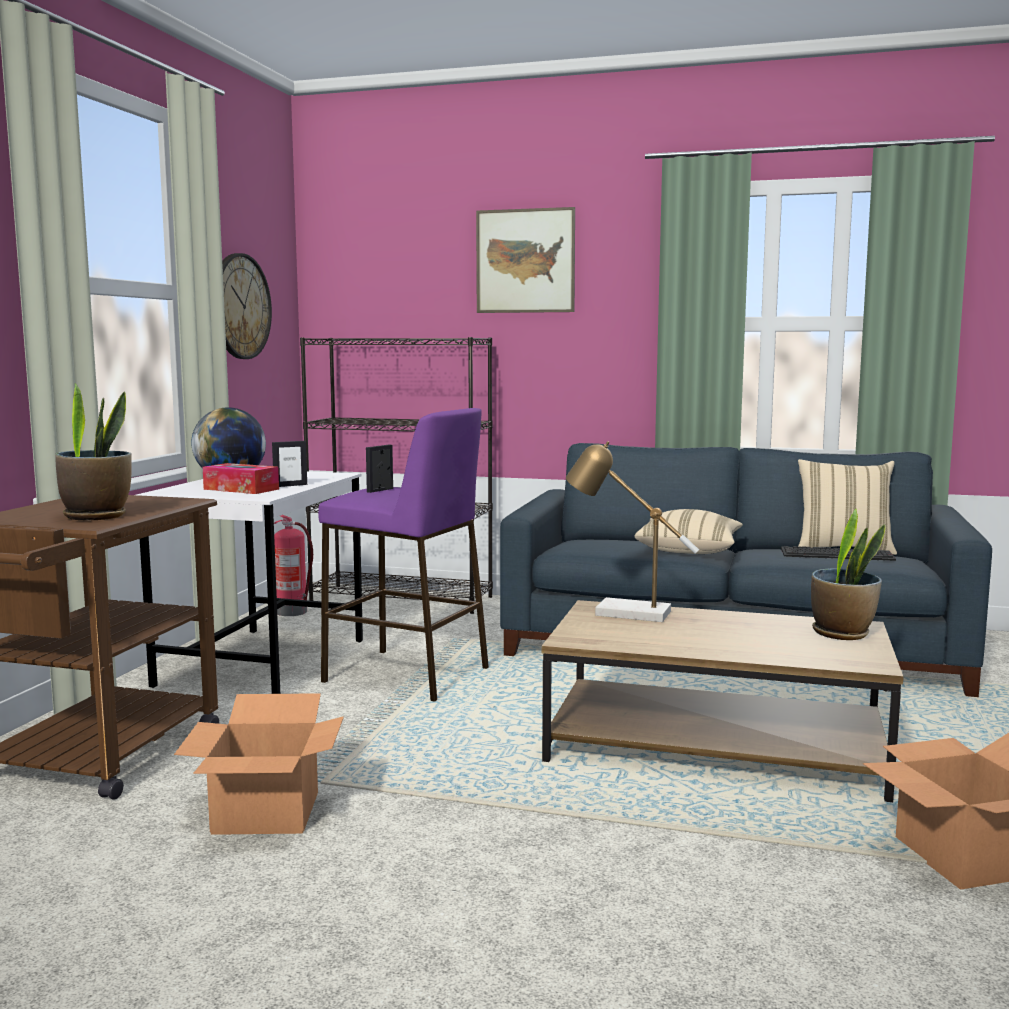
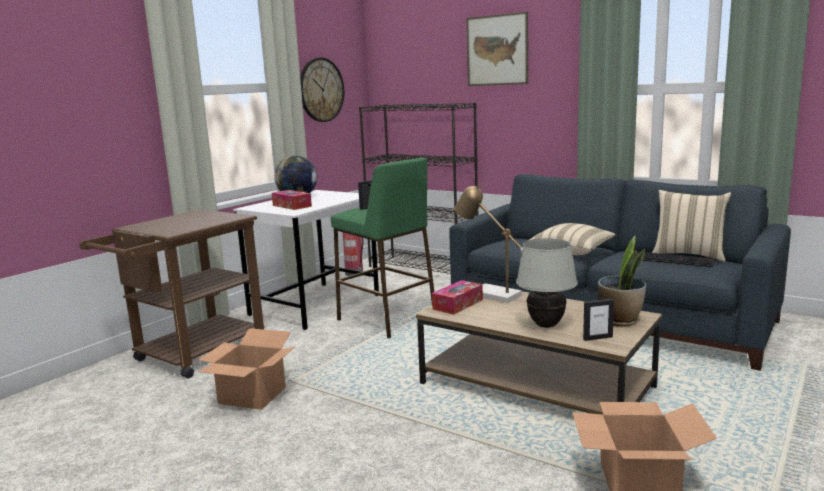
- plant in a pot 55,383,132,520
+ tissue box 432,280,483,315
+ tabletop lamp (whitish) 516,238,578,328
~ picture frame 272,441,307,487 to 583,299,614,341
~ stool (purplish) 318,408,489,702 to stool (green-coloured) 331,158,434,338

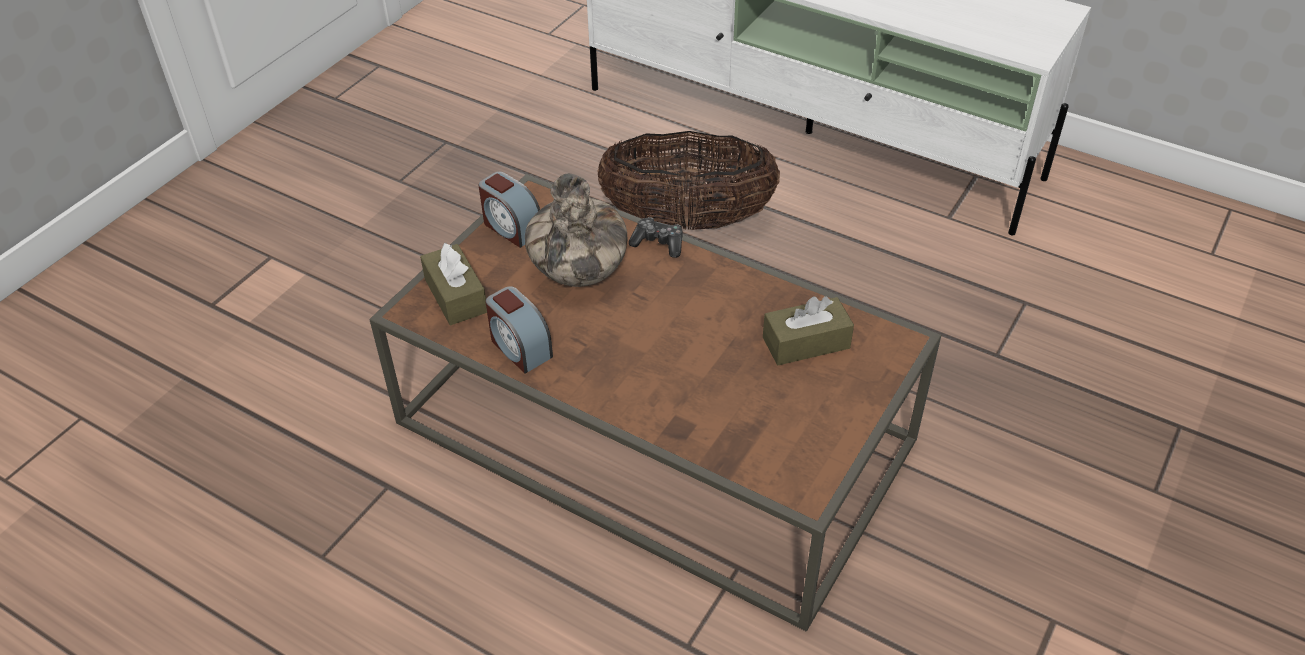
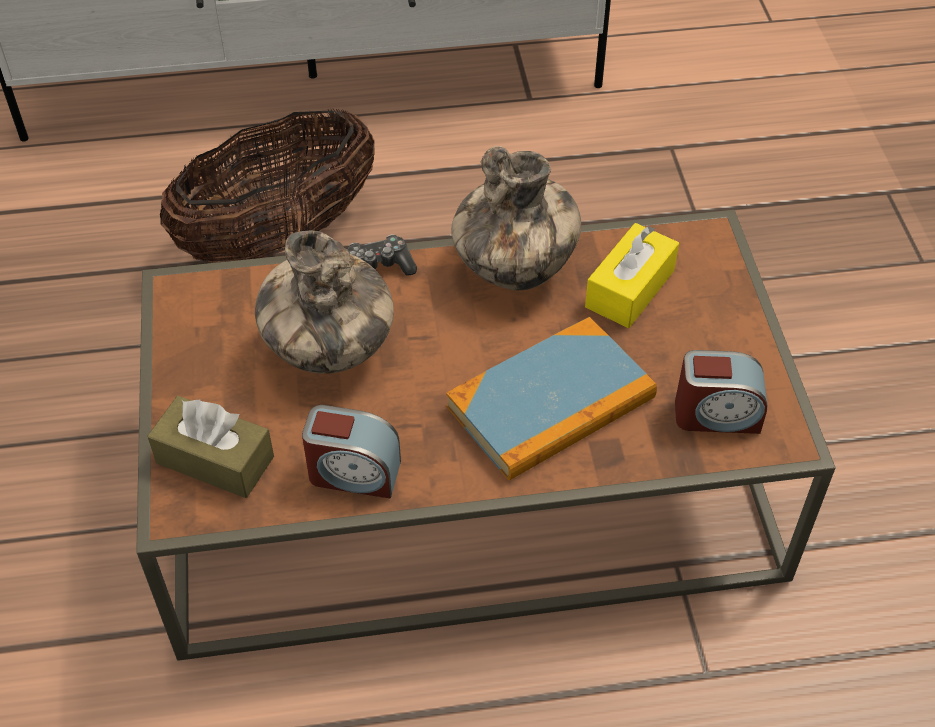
+ book 446,317,657,481
+ decorative vase 451,146,581,290
~ alarm clock 479,172,540,248 to 675,350,767,434
~ tissue box (brown-coloured) 763,296,854,365 to tissue box (yellow-coloured) 585,223,679,328

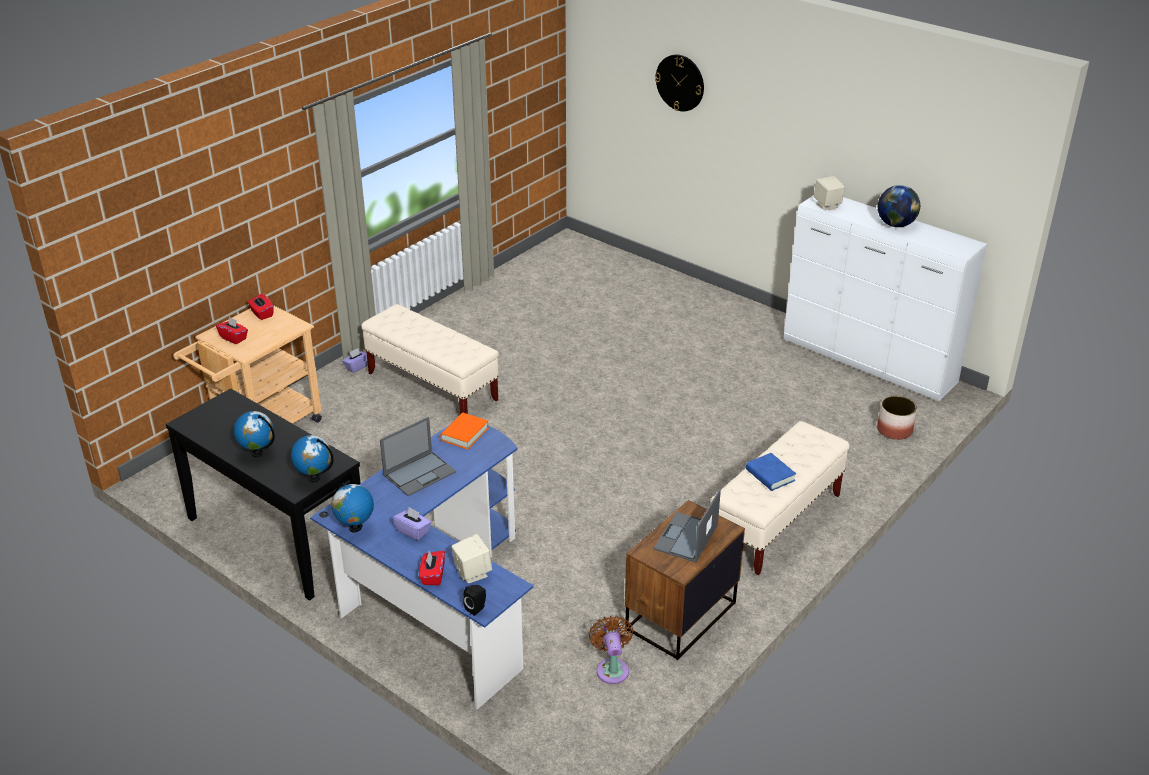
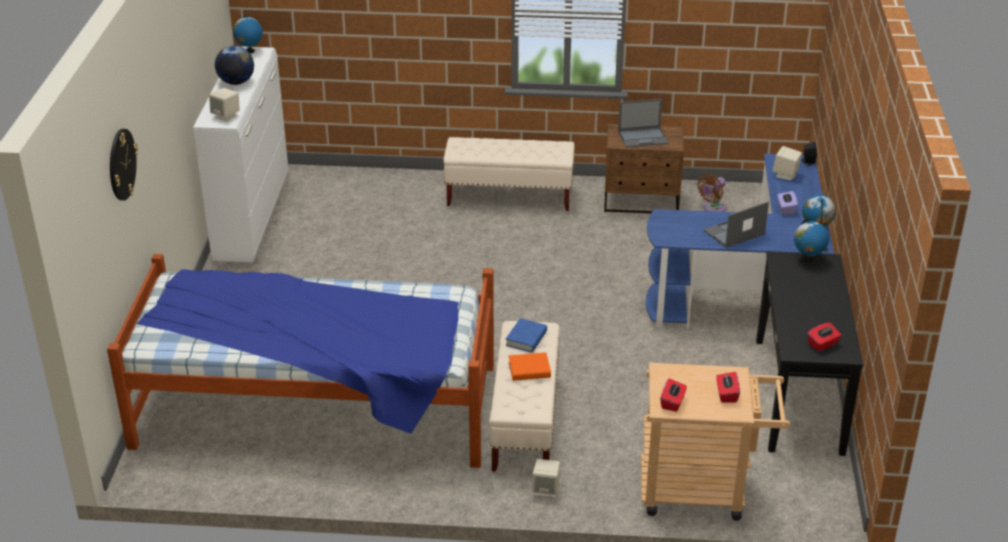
- planter 877,396,917,440
+ bedroom bed 107,254,494,468
~ world globe 234,411,275,457 to 233,15,263,54
~ tissue box (red) 419,550,445,585 to 807,323,841,351
~ book (orangey) 440,413,489,449 to 509,352,551,381
~ book (blue-coloured) 746,453,796,491 to 506,318,547,353
~ tissue box (purplish) 342,348,368,373 to speaker (sand-coloured) 532,459,560,498
~ notebook computer 380,417,456,496 = 704,202,769,248 45 degrees counterclockwise

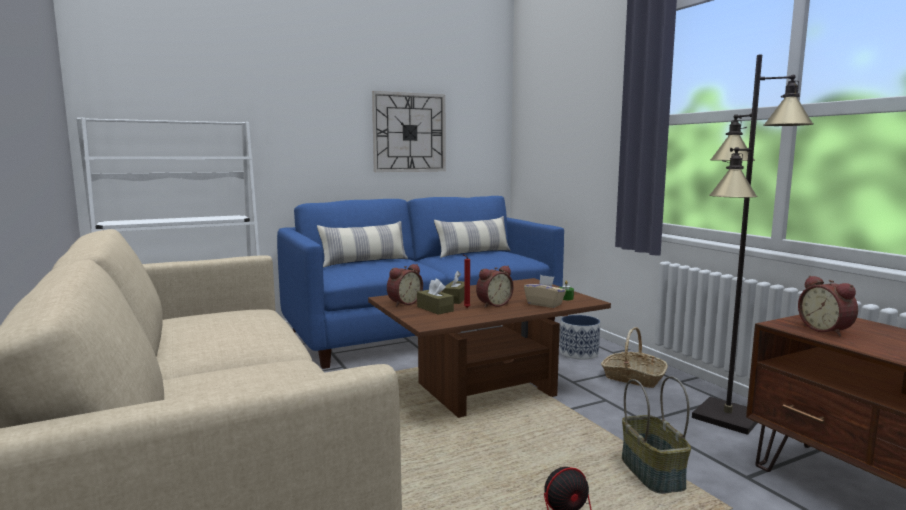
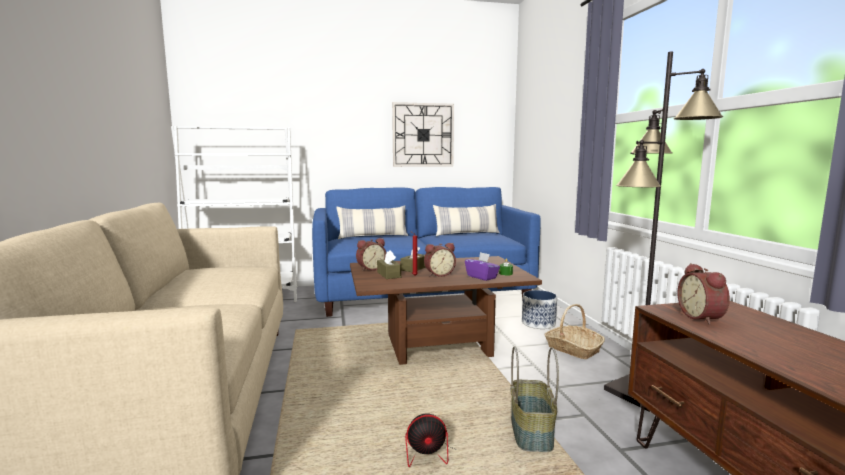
~ tissue box (sand-coloured) 524,275,566,308 to tissue box (purplish) 465,252,500,281

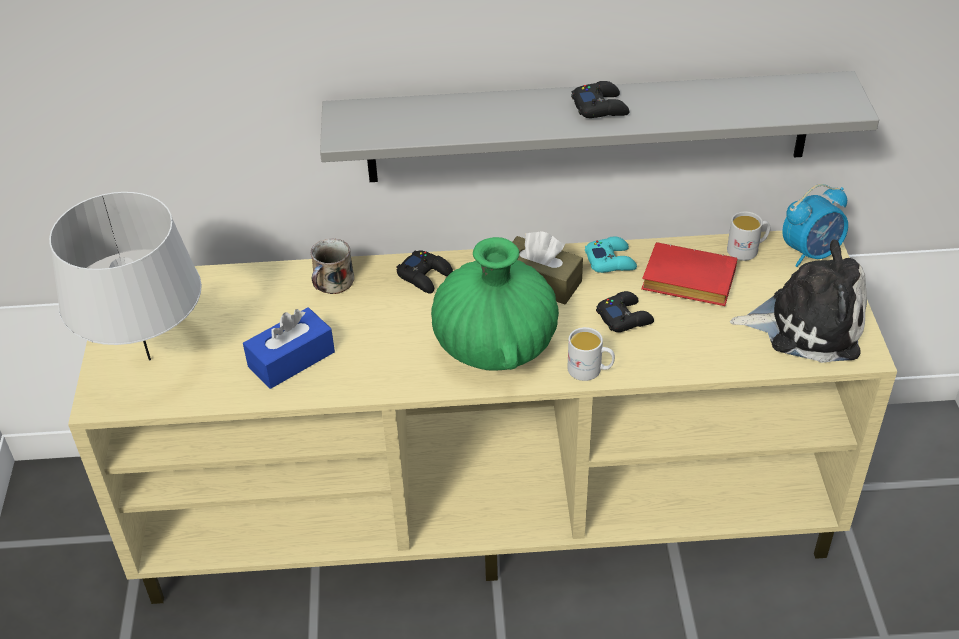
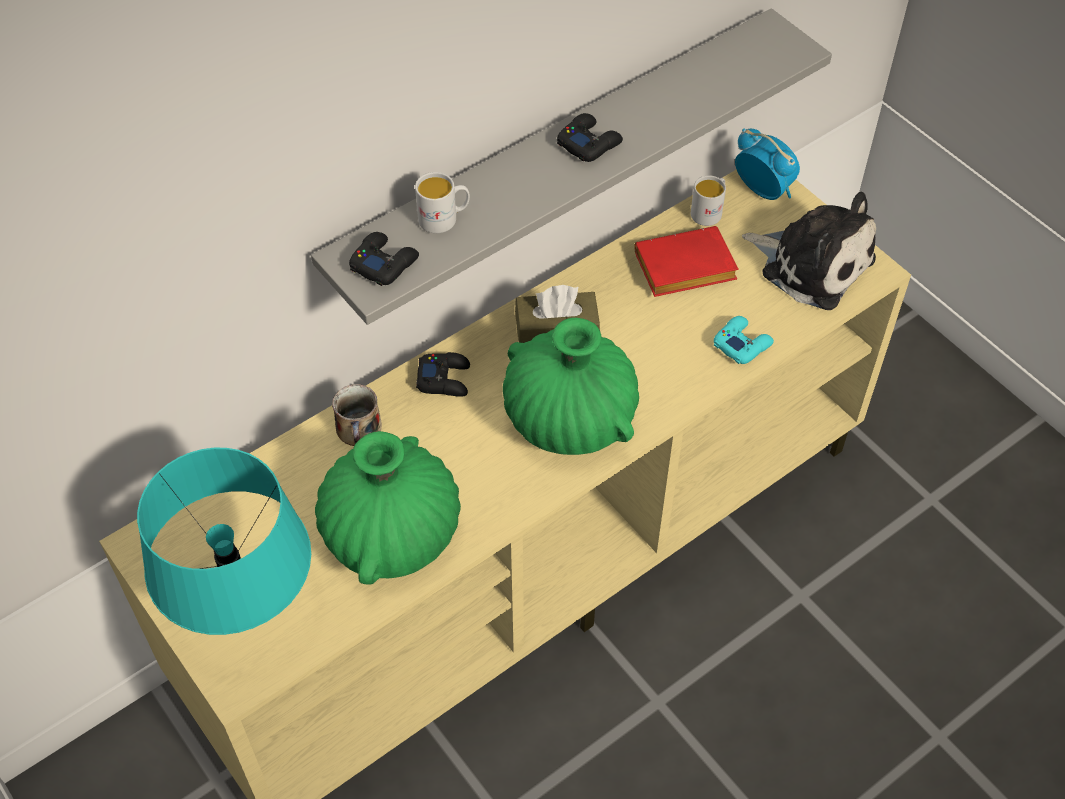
~ mug (whitish) 567,327,615,381 to 415,172,470,233
~ gamepad (turquoise-coloured) 585,237,637,273 to 714,316,774,364
~ gamepad (black-coloured) 596,291,654,332 to 349,232,419,286
~ tissue box (blue-coloured) 243,307,335,389 to decorative vase (green-coloured) 315,431,461,585
~ tabletop lamp (gray) 49,192,202,360 to tabletop lamp (turquoise-coloured) 137,448,311,635
~ plush toy 730,239,867,363 = 742,192,876,310 60 degrees clockwise
~ alarm clock 782,184,848,267 = 735,129,800,200 75 degrees counterclockwise

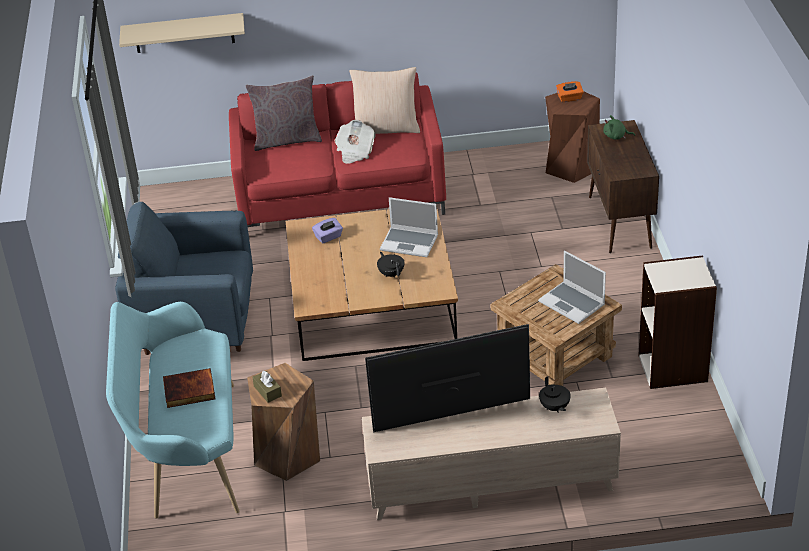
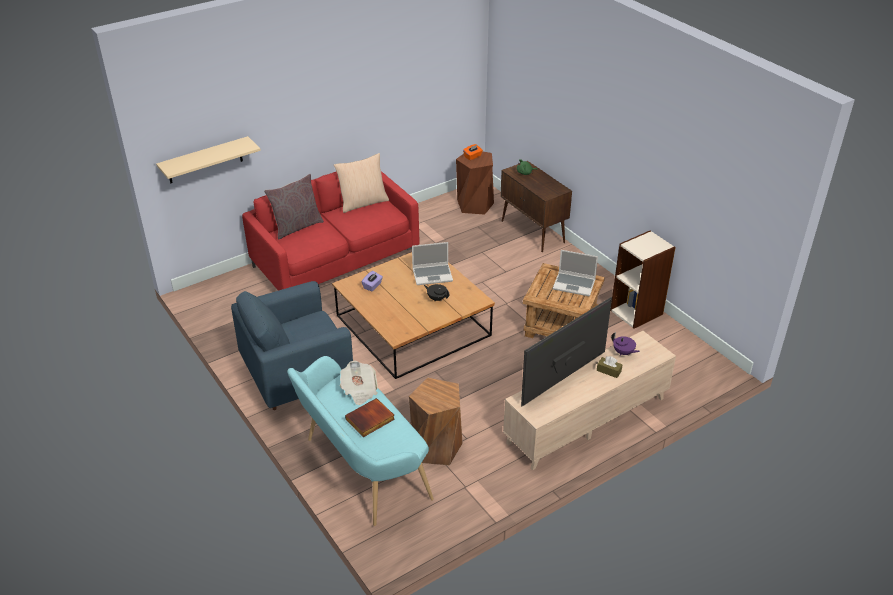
~ tissue box (brown-coloured) 252,371,282,403 to 597,356,623,378
~ daily paper 335,120,376,164 to 340,360,378,405
~ pot for tea (black-coloured) 539,376,571,413 to pot for tea (purplish) 611,332,640,355

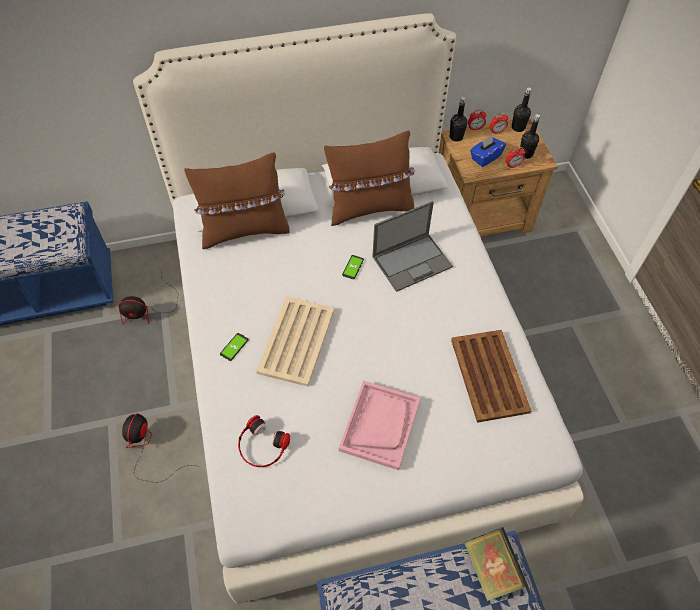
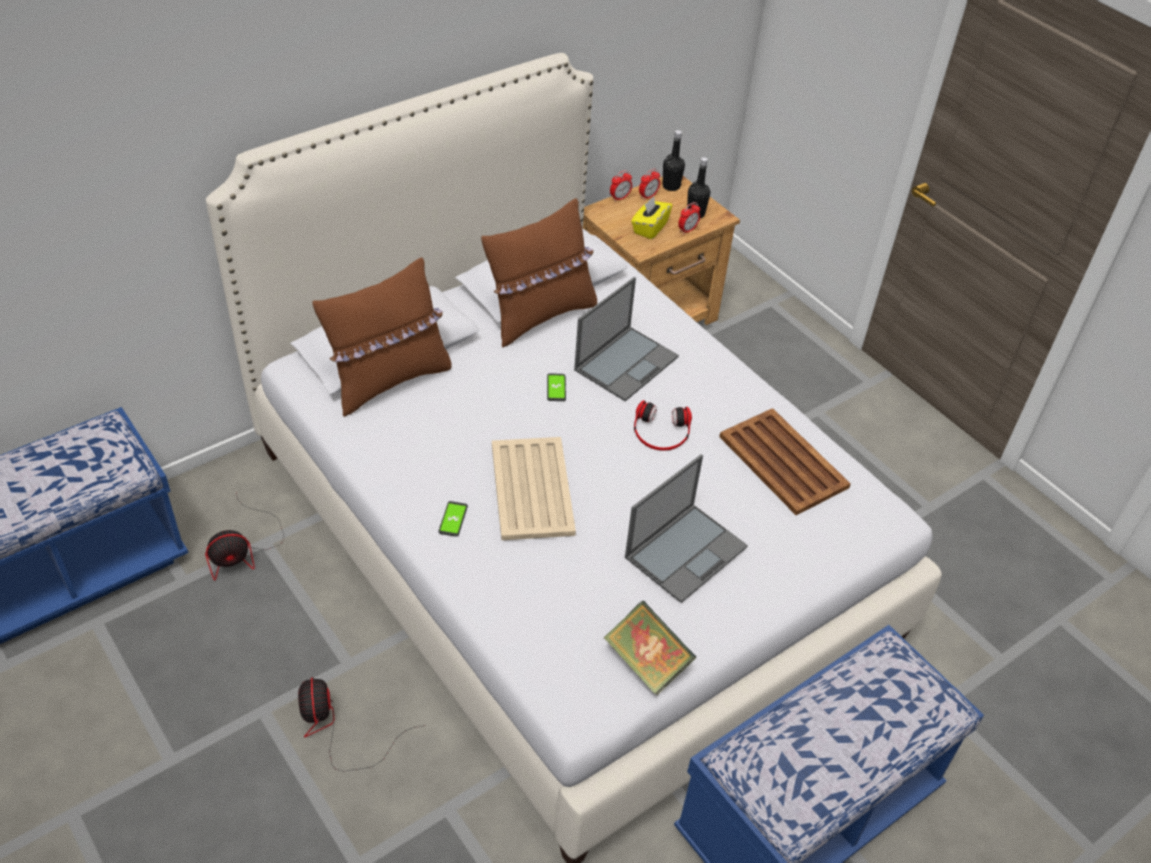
- beverage bottle (black-coloured) 450,97,468,142
~ headphones 238,415,290,467 to 634,400,692,451
~ book 464,528,528,601 to 604,601,696,695
~ carrying tray (pink) 339,381,420,470 to notebook computer 625,454,748,603
~ tissue box (blue-coloured) 470,135,506,167 to tissue box (yellow-coloured) 631,196,672,239

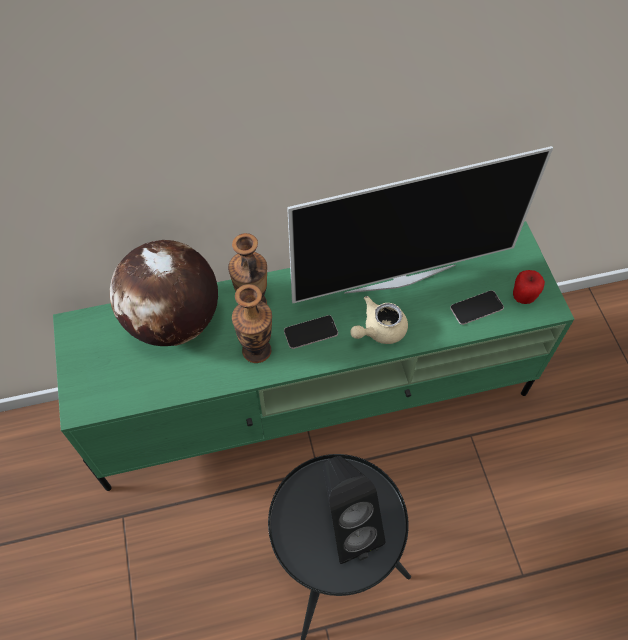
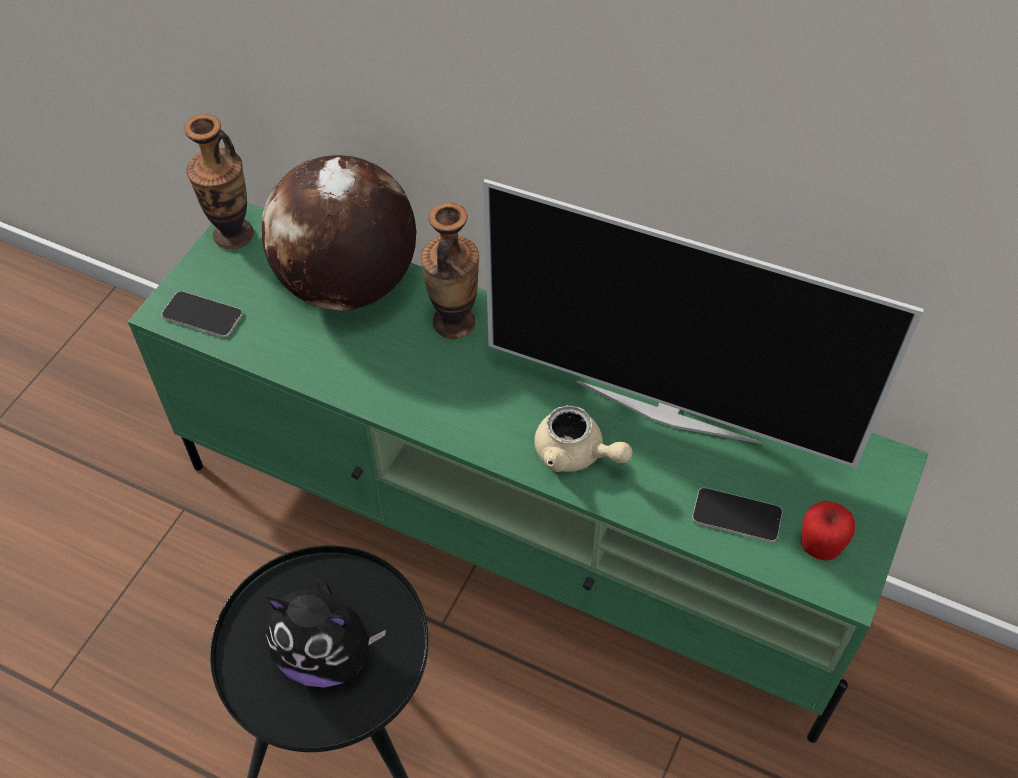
~ decorative vase 232,284,272,363 to 184,114,254,249
~ handset 284,315,338,349 to 162,291,243,337
~ speaker (black-coloured) 322,456,386,564 to plush toy 265,579,386,687
~ pot for tea (sand-coloured) 350,296,408,344 = 534,405,633,472 150 degrees counterclockwise

